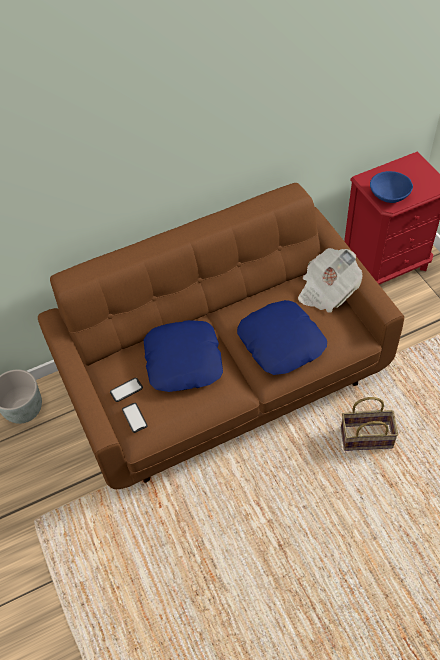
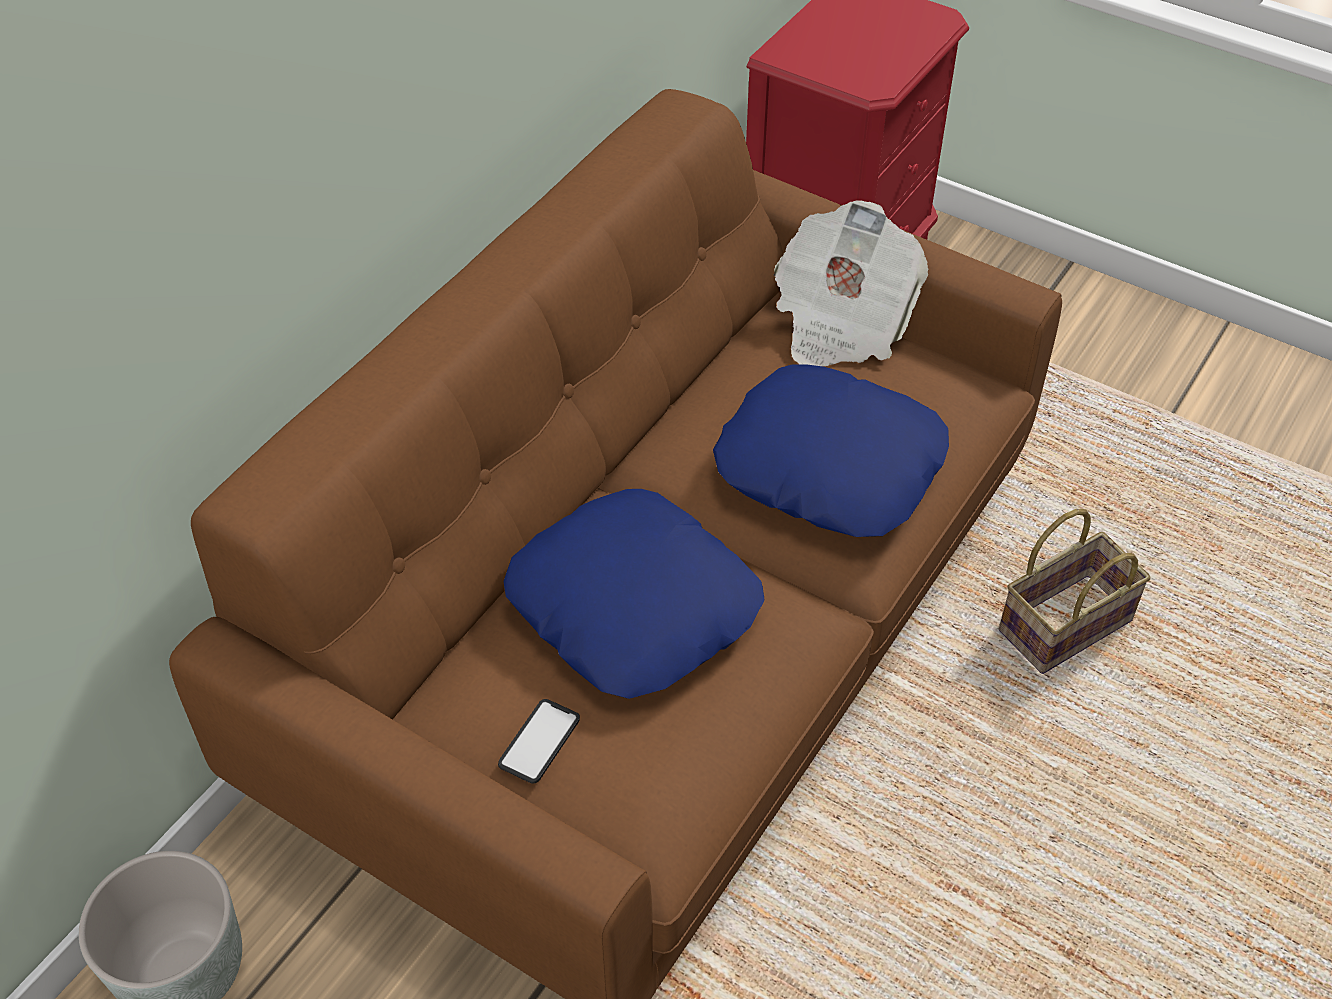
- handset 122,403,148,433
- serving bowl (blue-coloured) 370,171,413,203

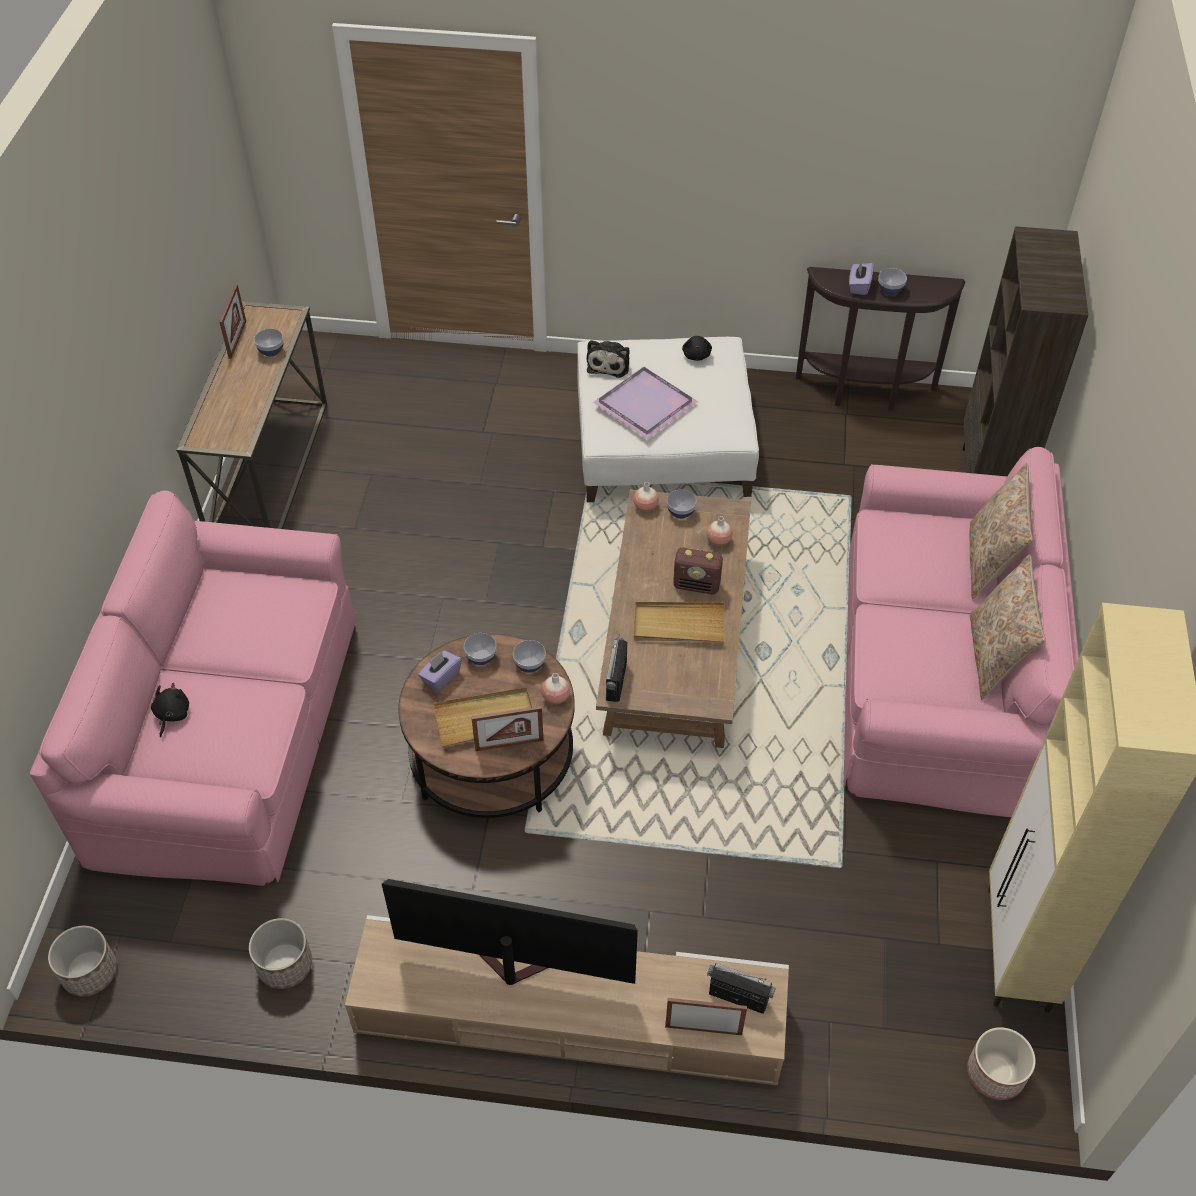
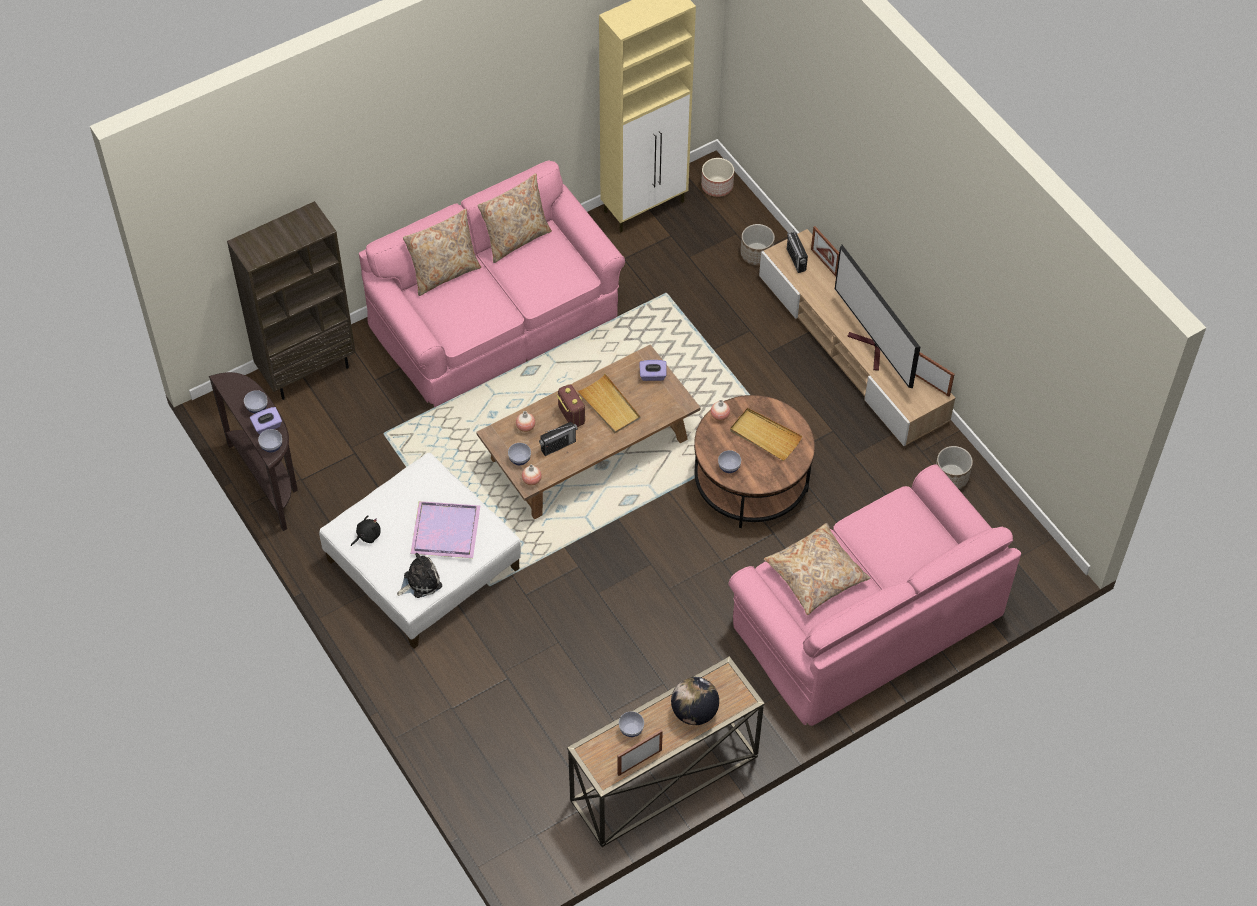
- plush toy (black-coloured) 151,683,189,737
+ world globe 671,677,719,725
+ pillow (sand-coloured) 764,523,870,615
~ planter 48,926,117,996 to 740,224,775,265
~ tissue box (purplish) 418,650,462,692 to 639,360,667,381
~ picture frame 471,706,544,751 to 915,352,955,397
~ serving bowl 513,640,546,673 to 258,429,282,452
~ radio 606,634,627,702 to 539,422,578,456

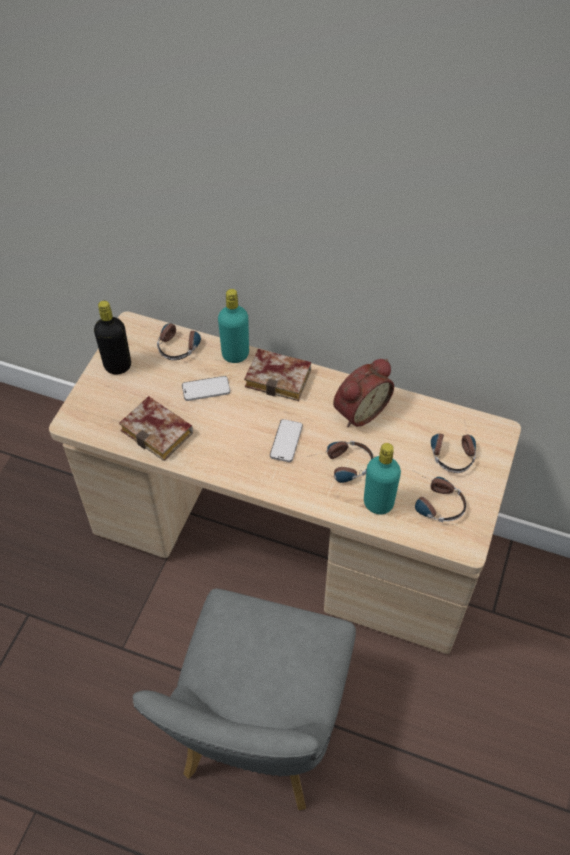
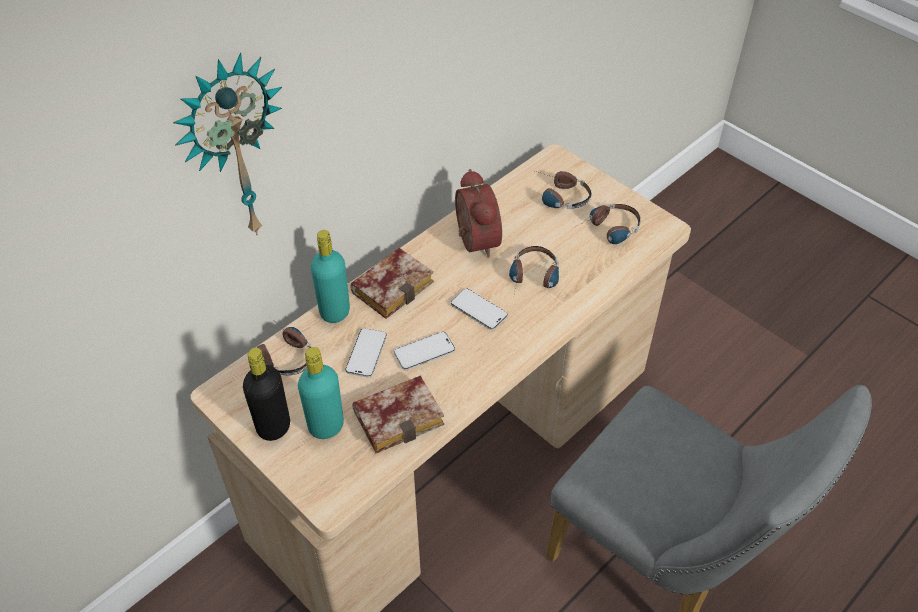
+ clock on the wall 173,53,282,236
+ handset 394,332,455,370
~ beverage bottle (turquoise-coloured) 364,443,401,514 to 298,347,344,439

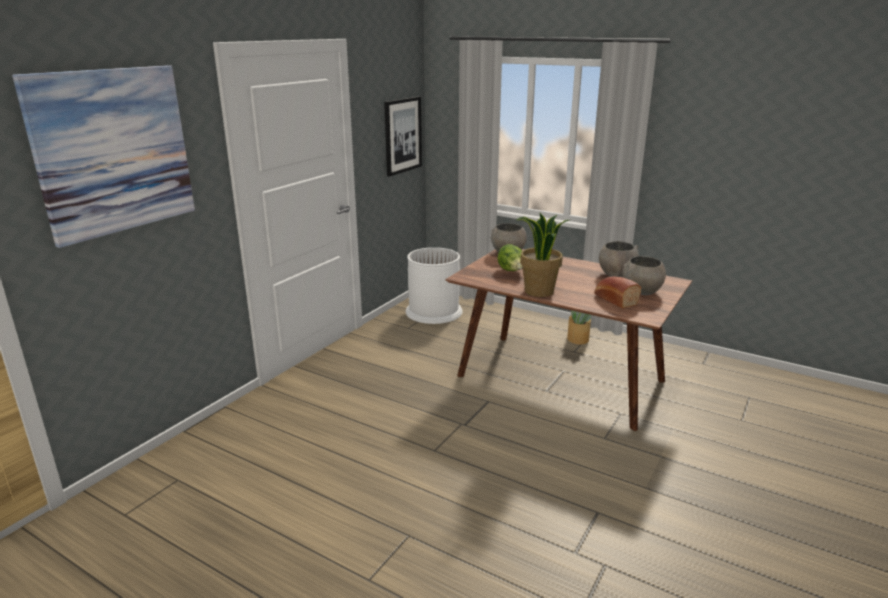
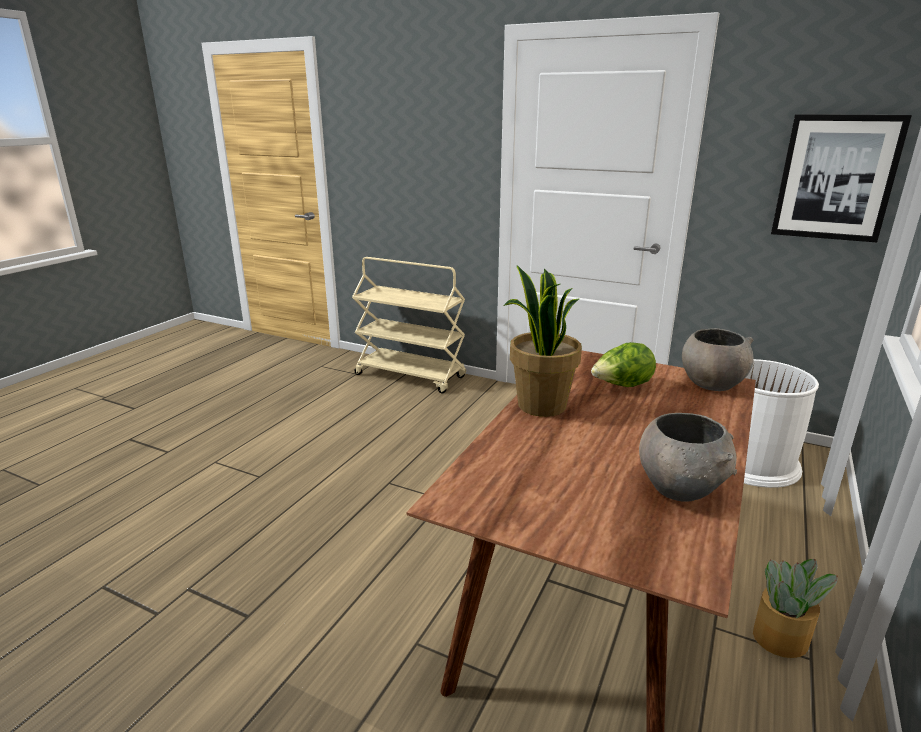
- wall picture 12,65,195,248
- bakery bread 594,277,641,309
- serving bowl (gray) 623,256,666,295
+ trolley (sand-coloured) 352,257,466,394

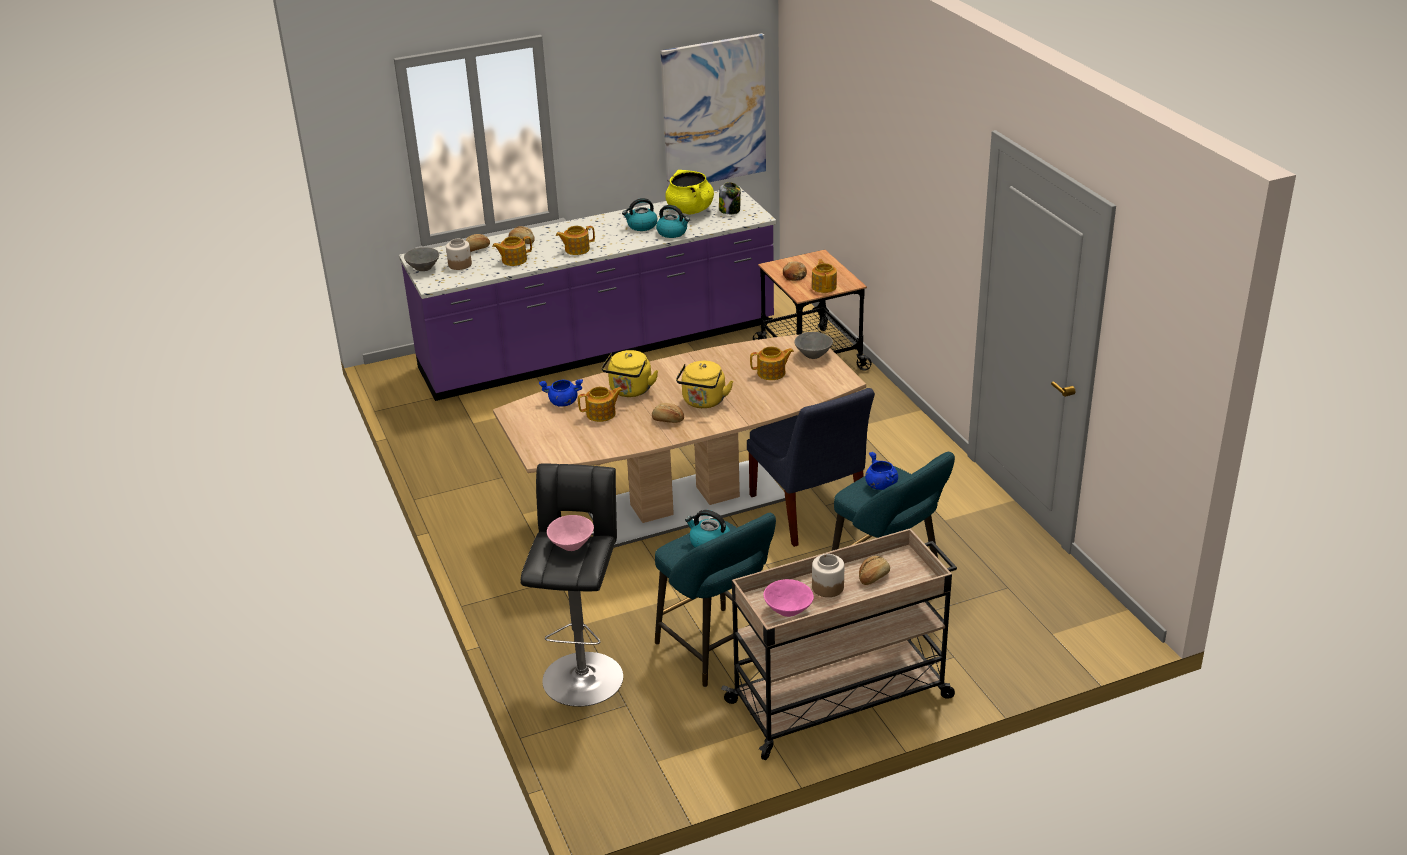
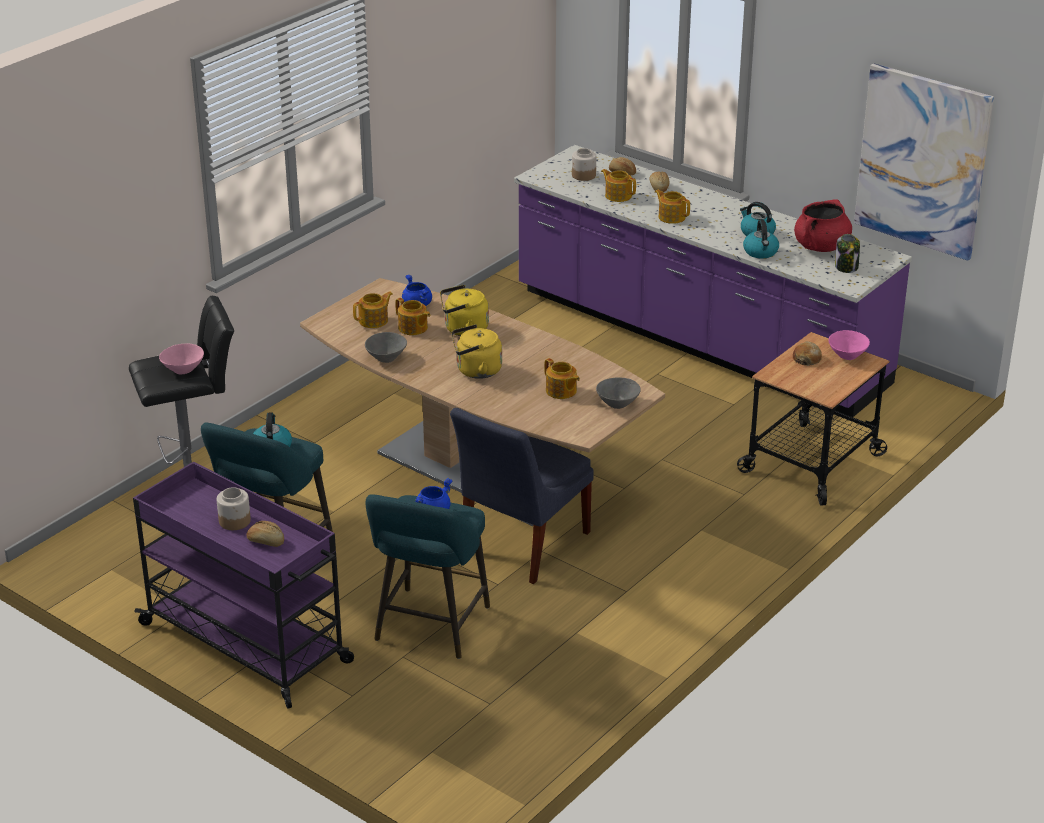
- bakery bread 652,403,684,423
~ serving bowl (gray) 404,247,439,271 to 365,332,407,363
~ serving bowl (pink) 764,579,814,617 to 829,330,870,360
~ pot for tea 812,259,837,293 to 353,291,393,328
~ saucepot (yellow-coloured) 665,170,714,214 to saucepot (red) 794,199,852,252
~ trolley (sand-coloured) 721,528,957,760 to trolley (purplish) 133,462,354,708

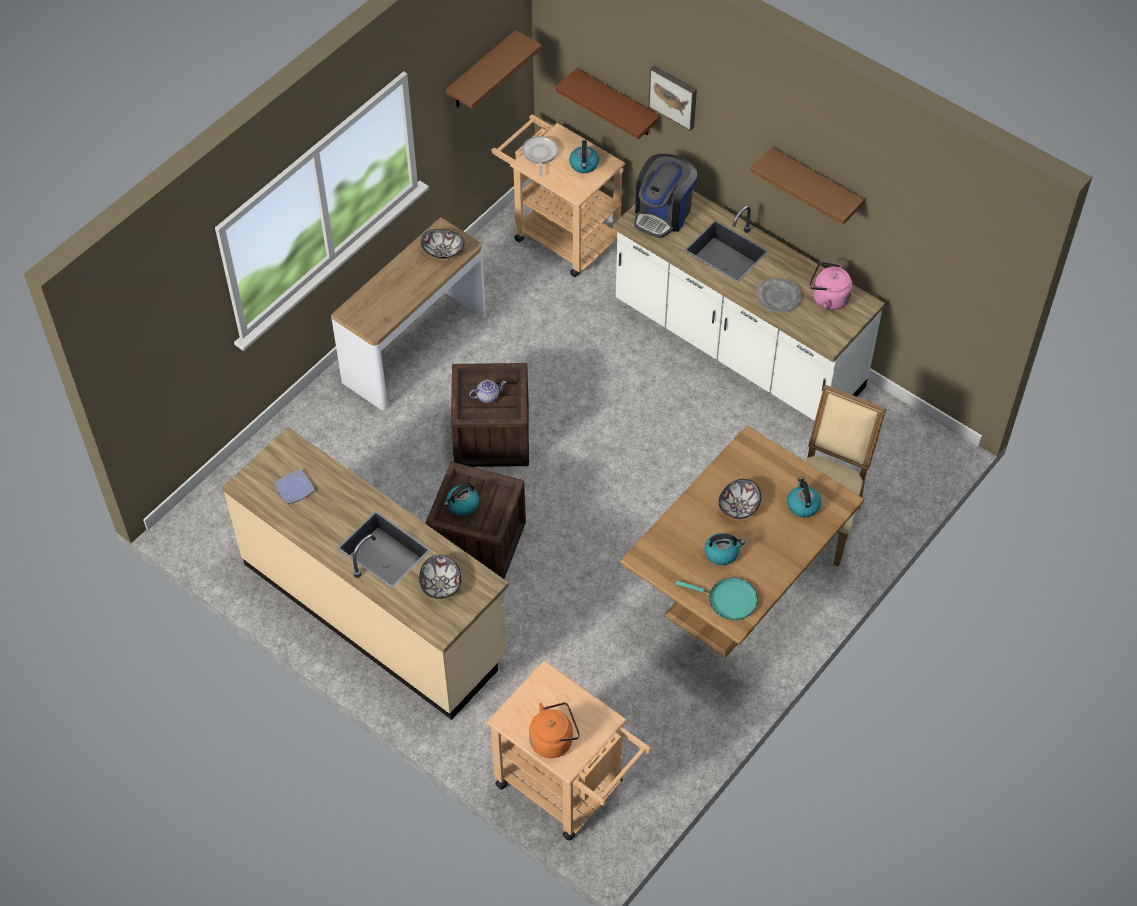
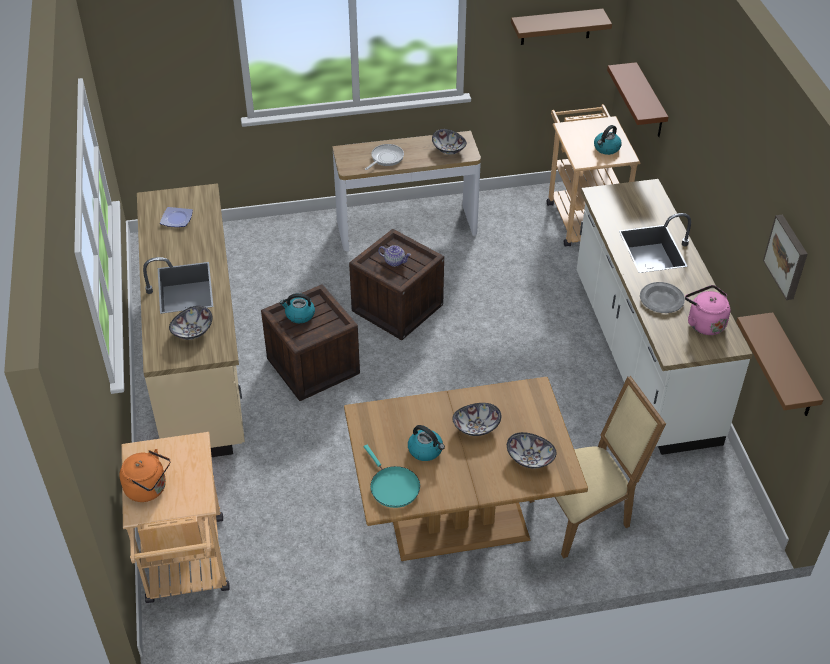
- coffee maker 634,154,697,238
~ frying pan 522,136,558,177 to 365,144,404,170
~ wall picture 648,66,697,131 to 763,214,808,300
~ shelf (brown-coloured) 750,147,864,225 to 736,312,823,416
~ kettle 787,477,821,517 to serving bowl 507,432,556,469

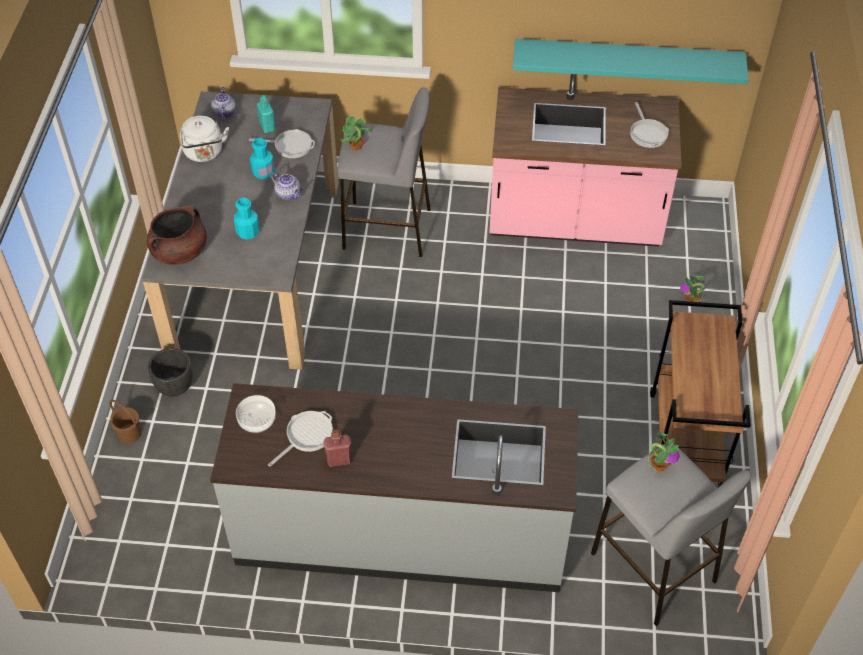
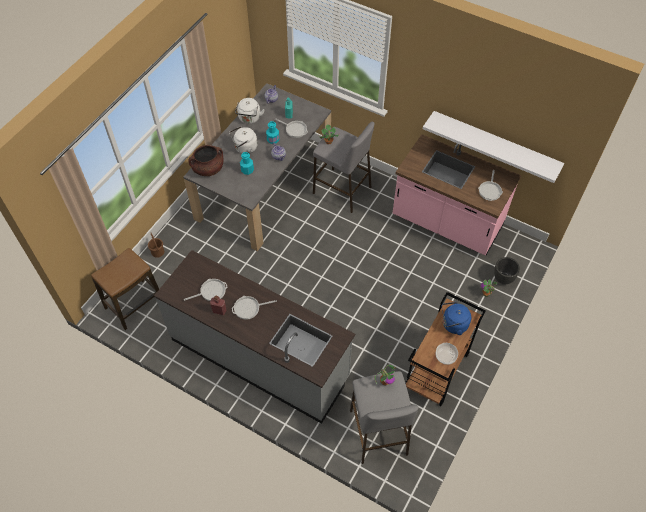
+ stool 91,248,159,330
+ kettle (whitish) 229,126,257,154
+ frying pan 232,296,277,320
+ kettle (blue-coloured) 441,302,471,335
~ planter (black-coloured) 148,348,193,397 to 494,257,520,284
~ serving bowl 236,395,276,433 to 436,343,458,365
~ shelf (turquoise-coloured) 513,39,749,84 to shelf (whitish) 423,111,564,183

